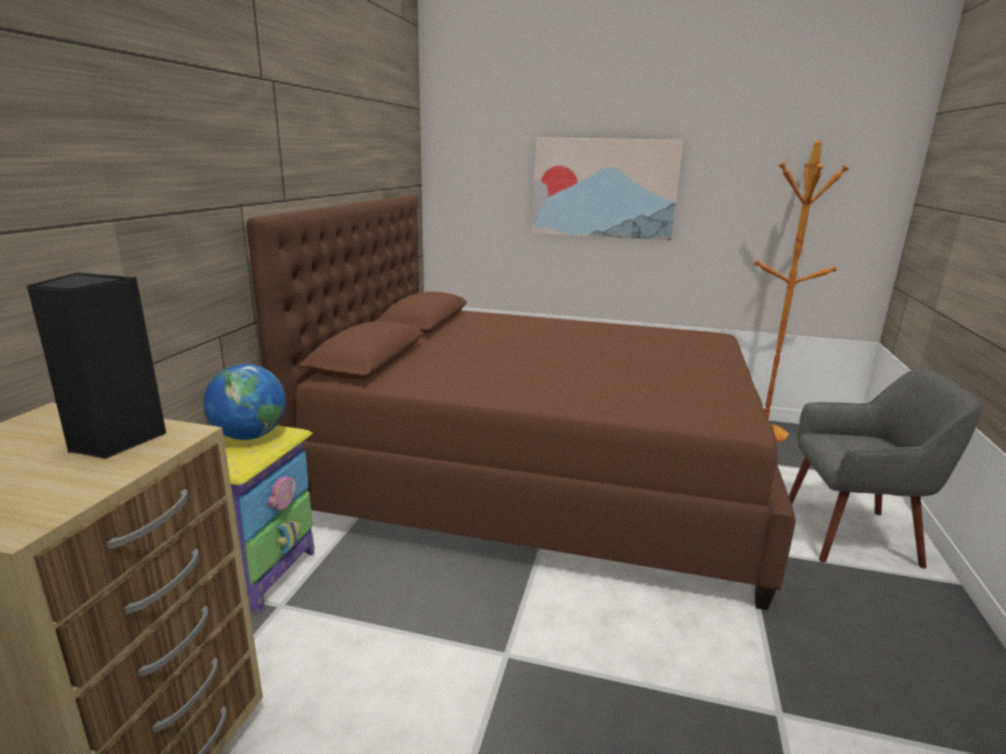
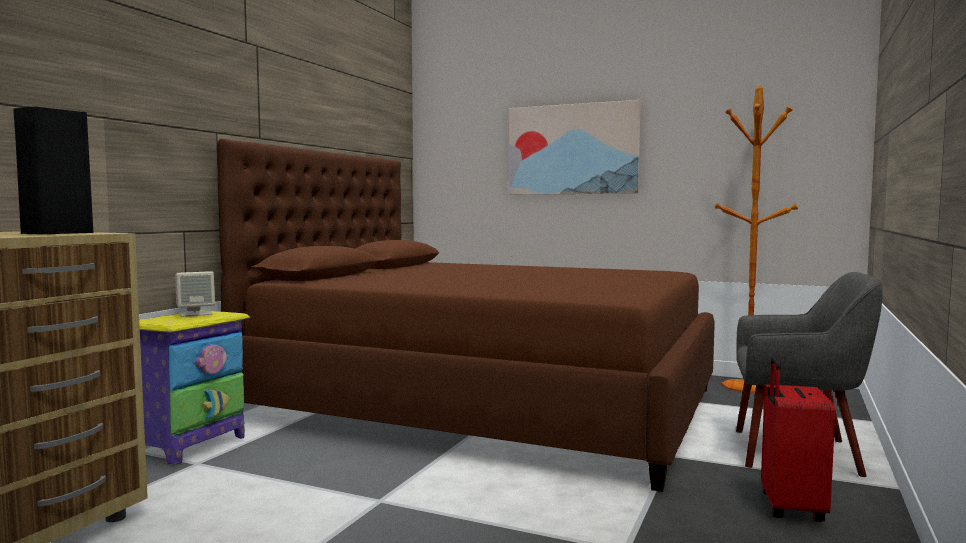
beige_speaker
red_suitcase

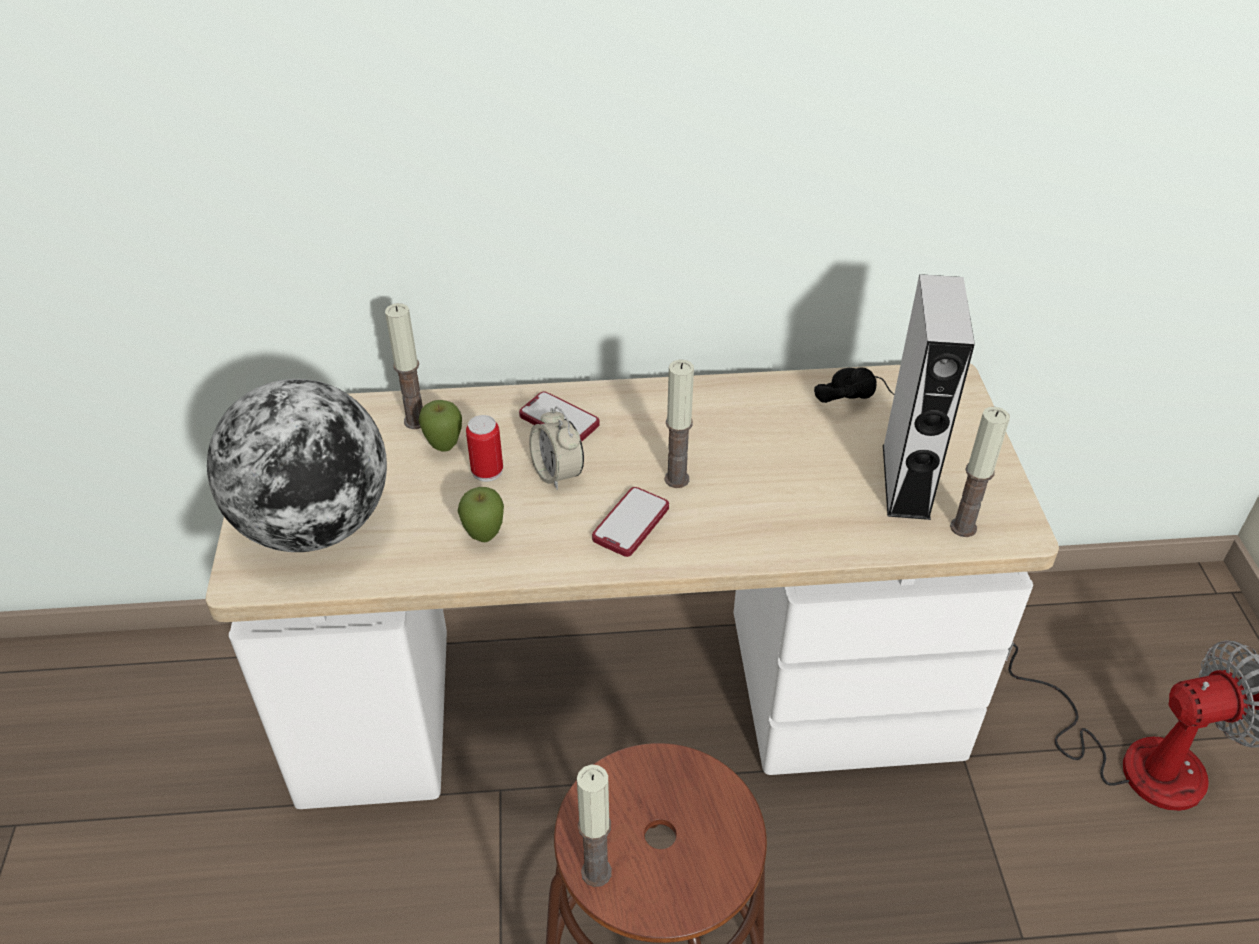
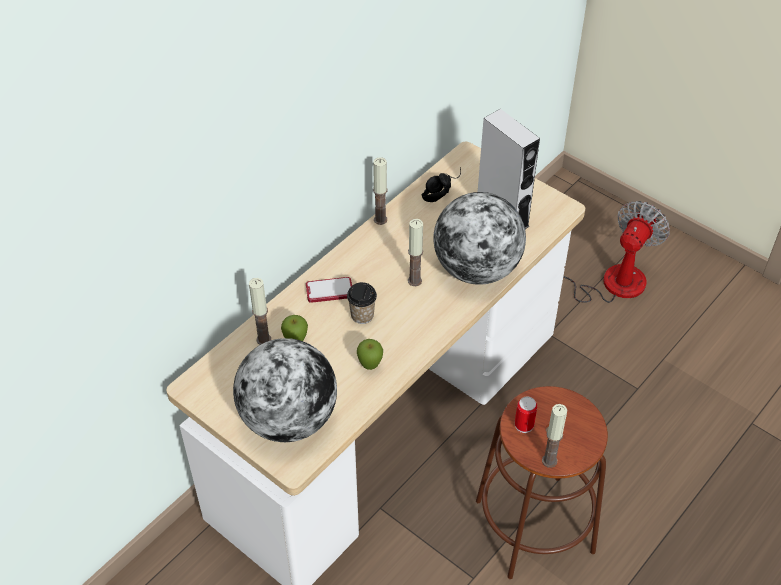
can
cup
phone (no. 2 from left in the first image)
candle (no. 2 from left)
globe (no. 2 from left)

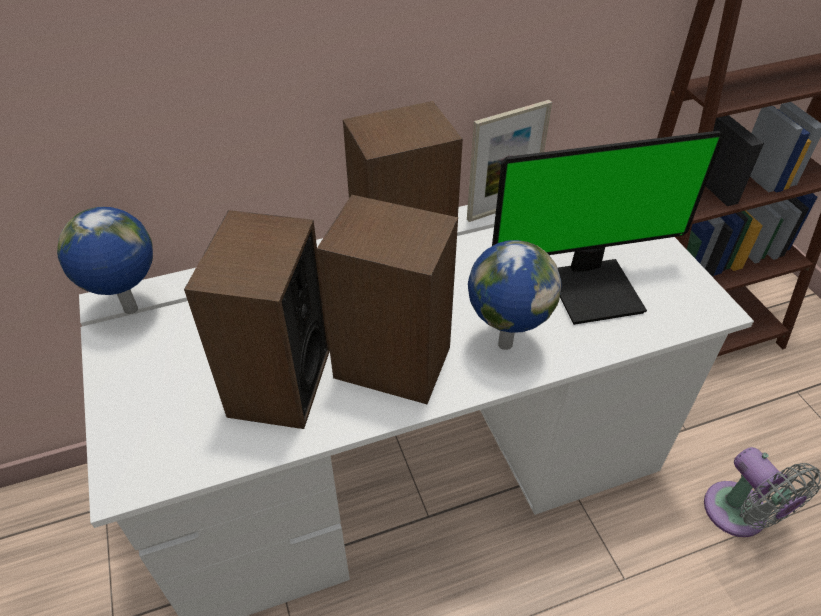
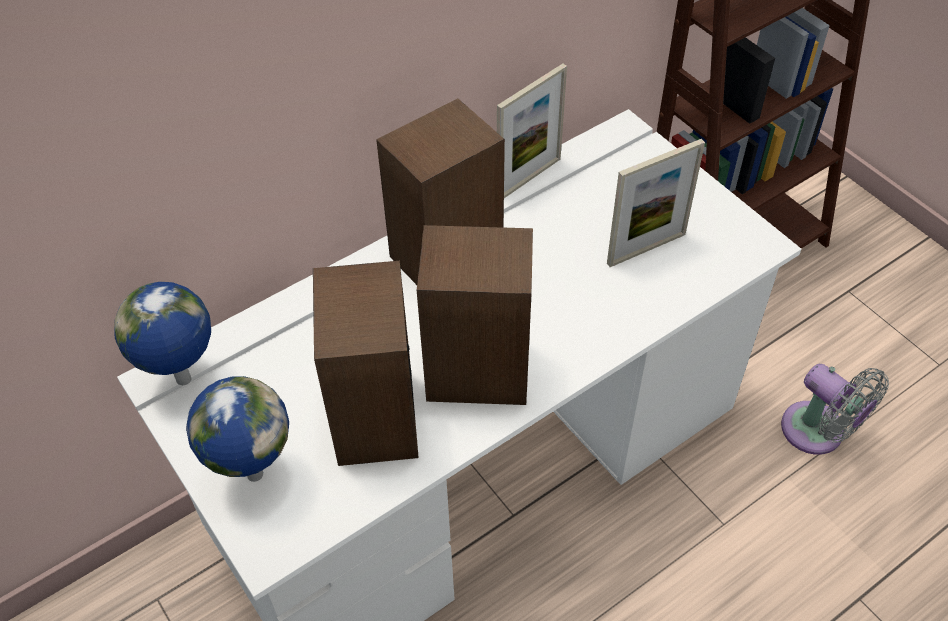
globe (no. 2 from left)
picture_frame (no. 2 from left)

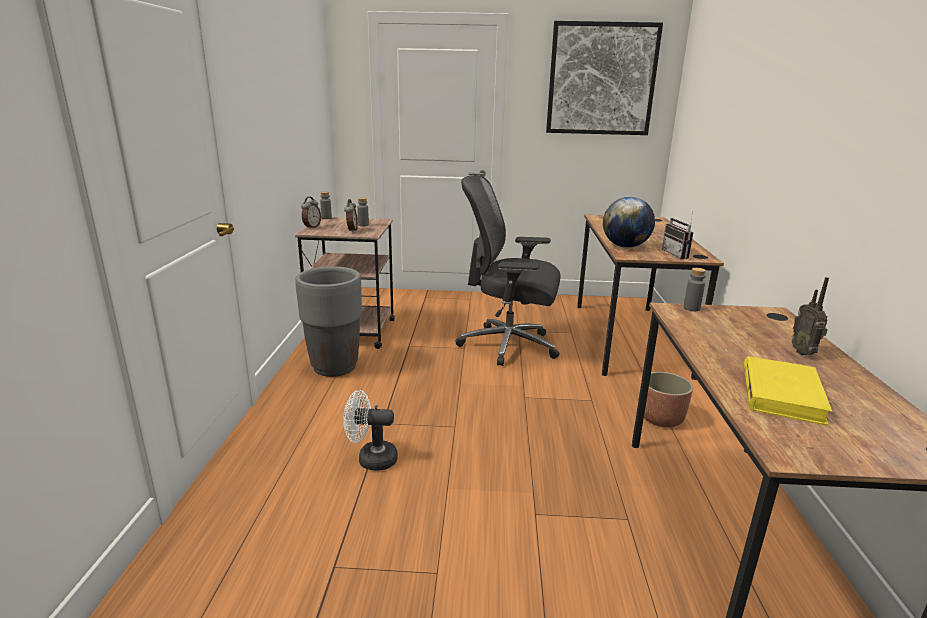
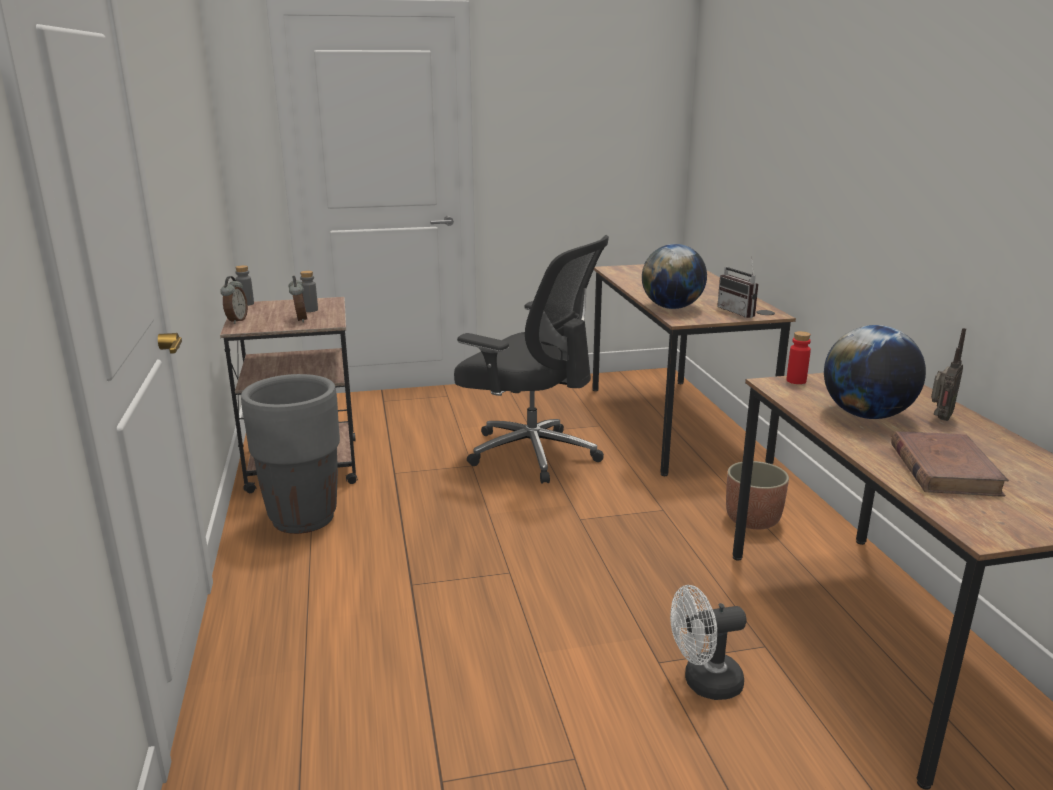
white_fan
office_chair
picture
red_bottle
brown_book
radio (no. 2 from left)
globe (no. 2 from left)

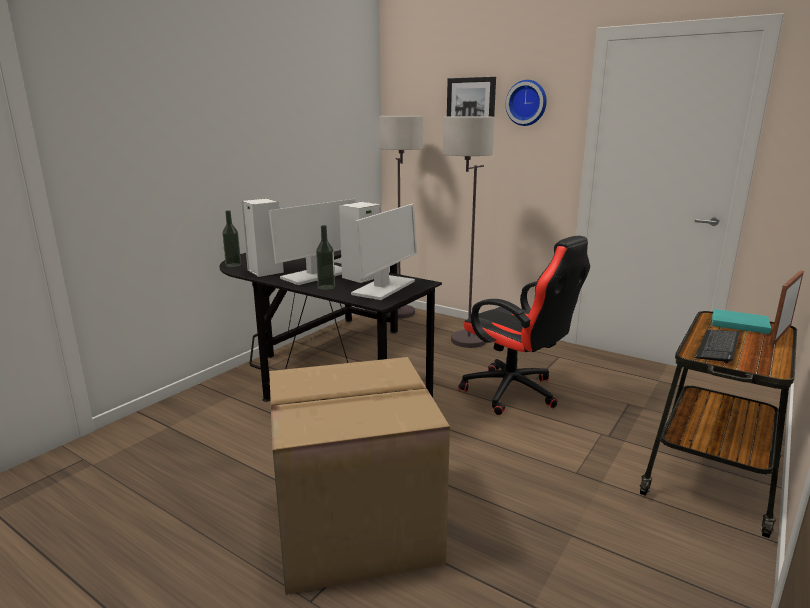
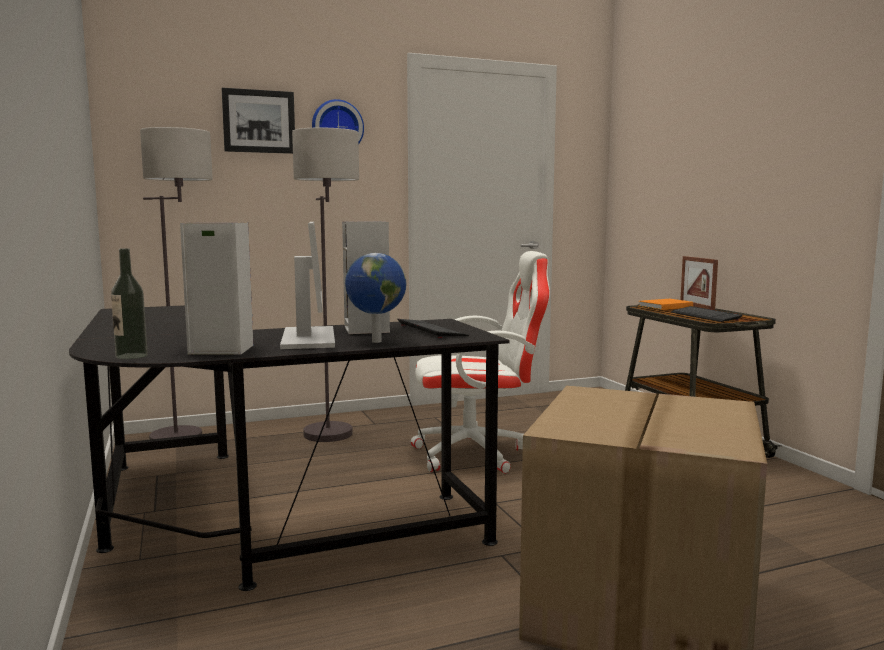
globe
keyboard (no. 1 from left)
white_office_chair
orange_book

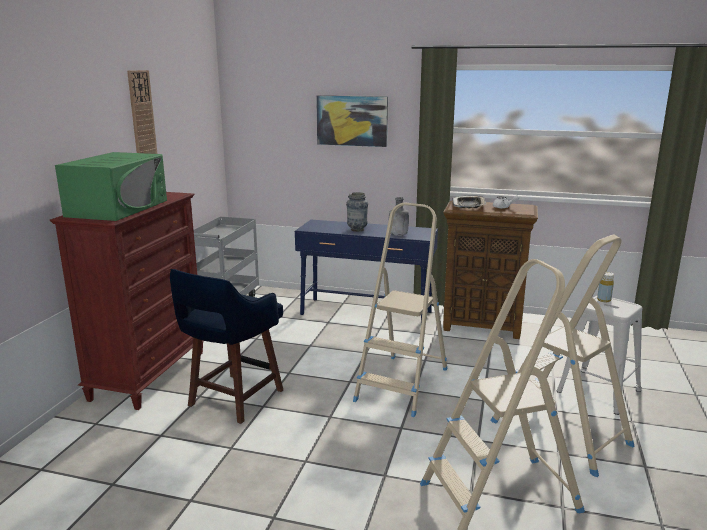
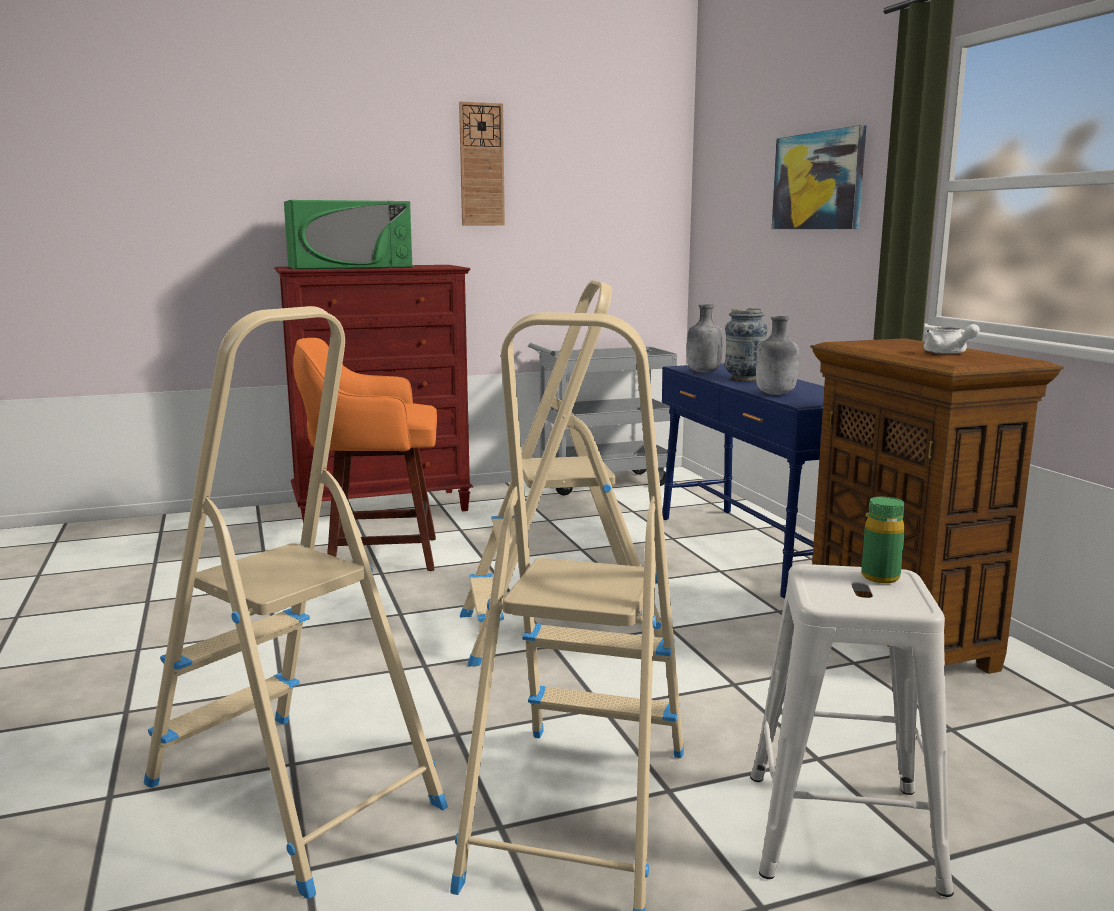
orange_stool
tray
green_bottle
grey_bottle (no. 1 from left)

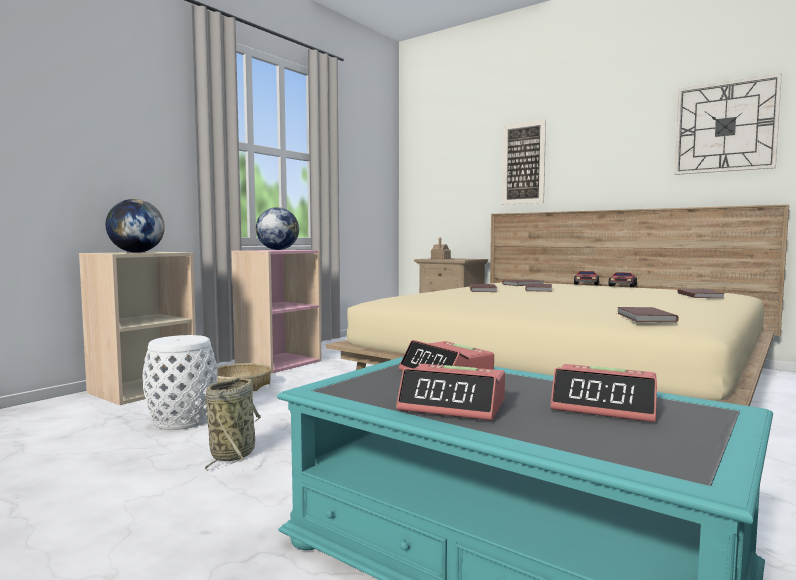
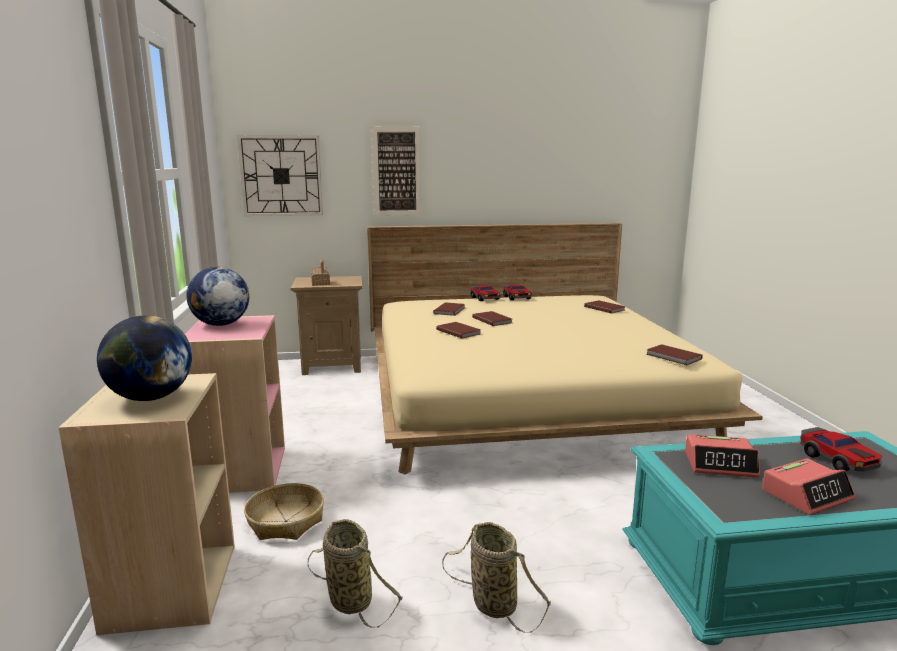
basket (no. 2 from left)
toy_car (no. 3 from left)
wall_clock

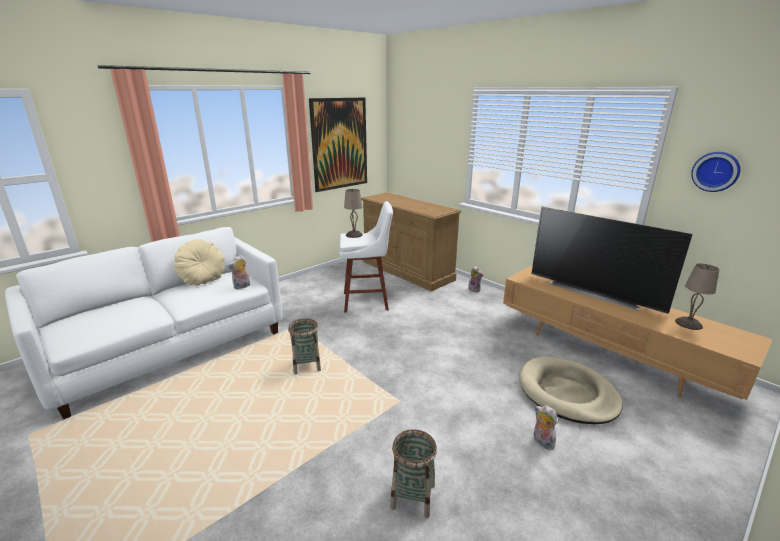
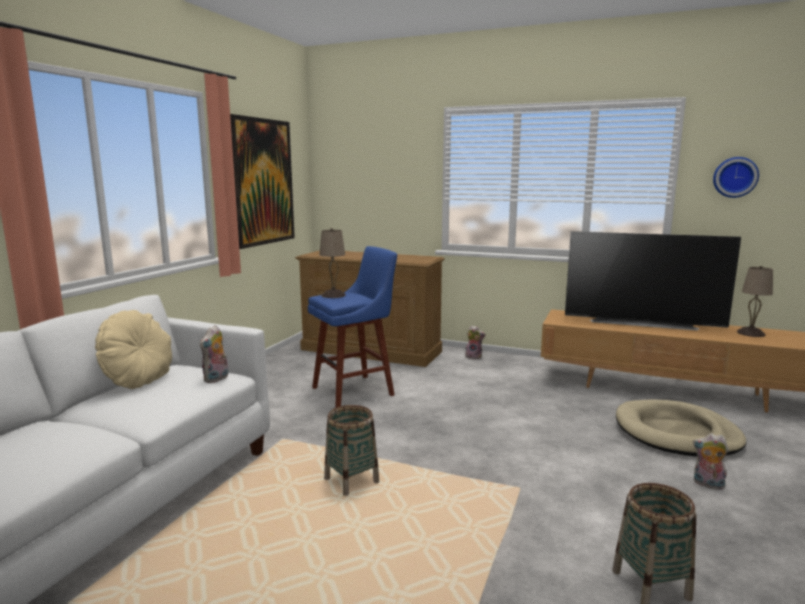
blue_stool

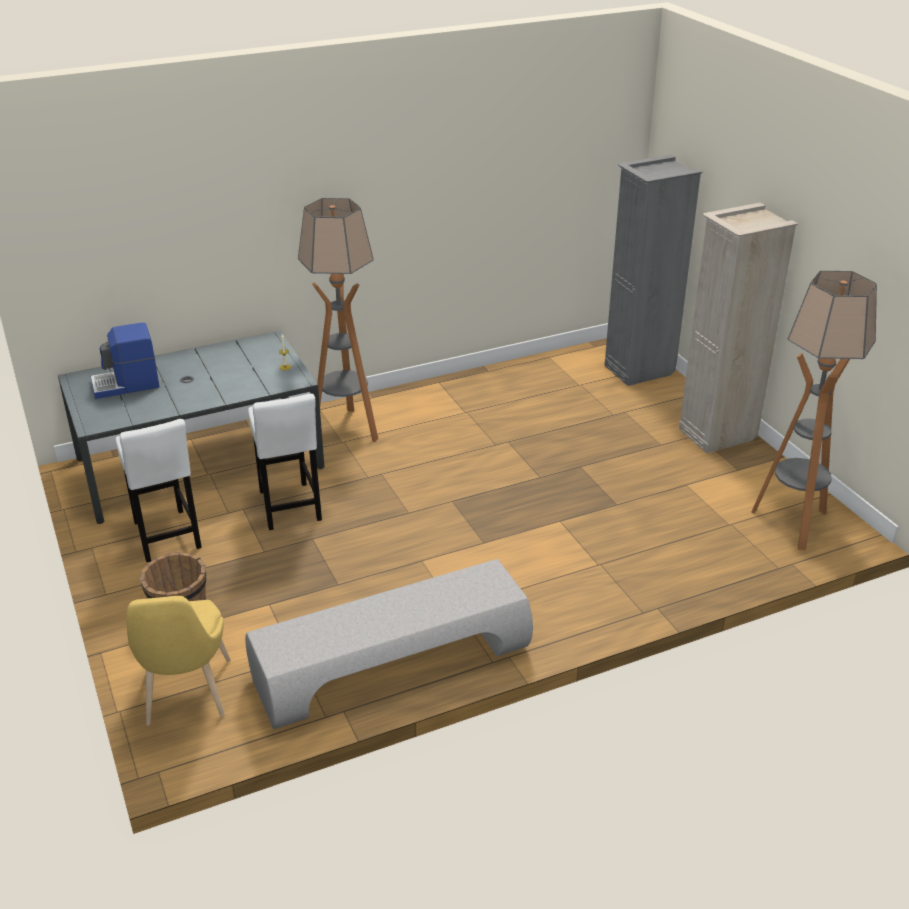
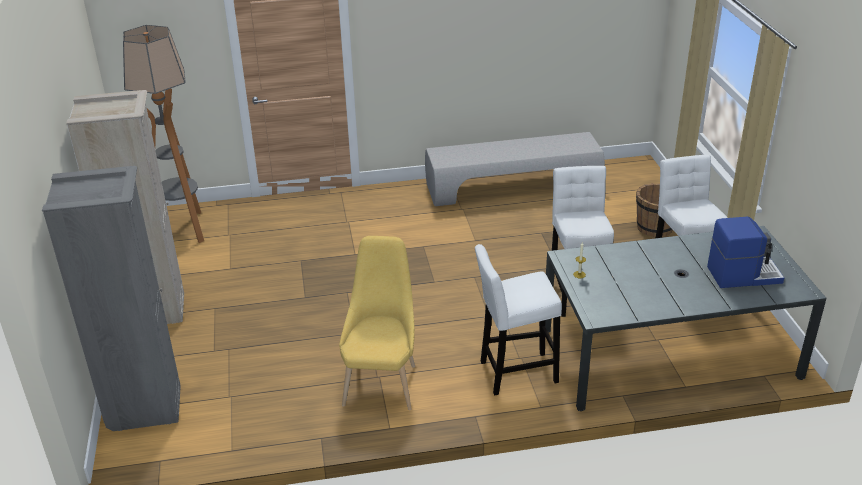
yellow_chair
white_stool (no. 1 from left)

